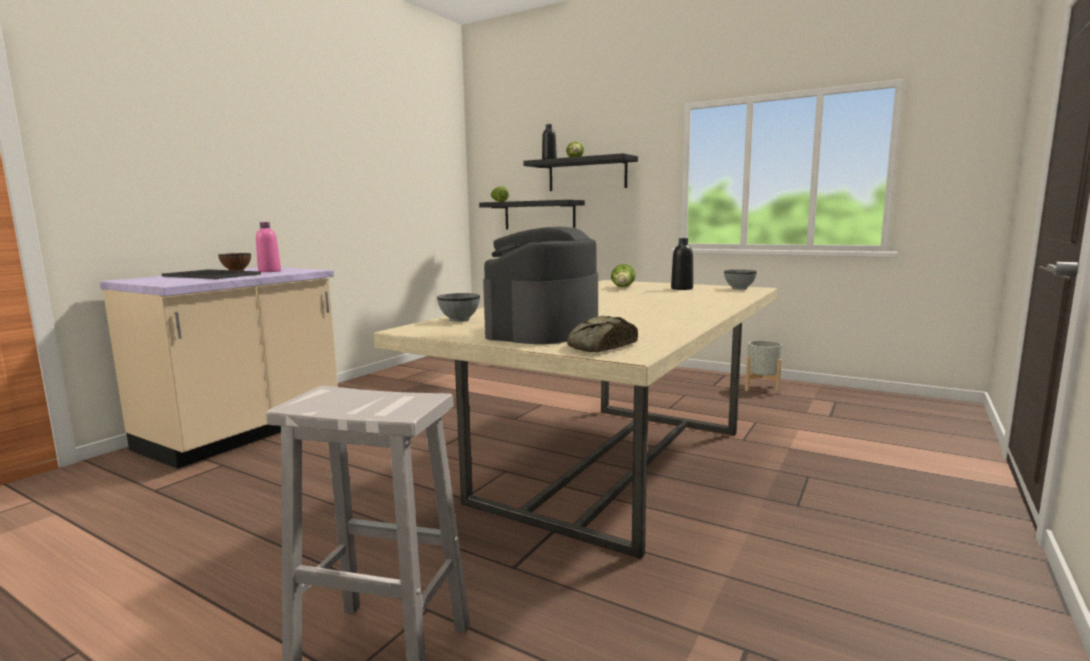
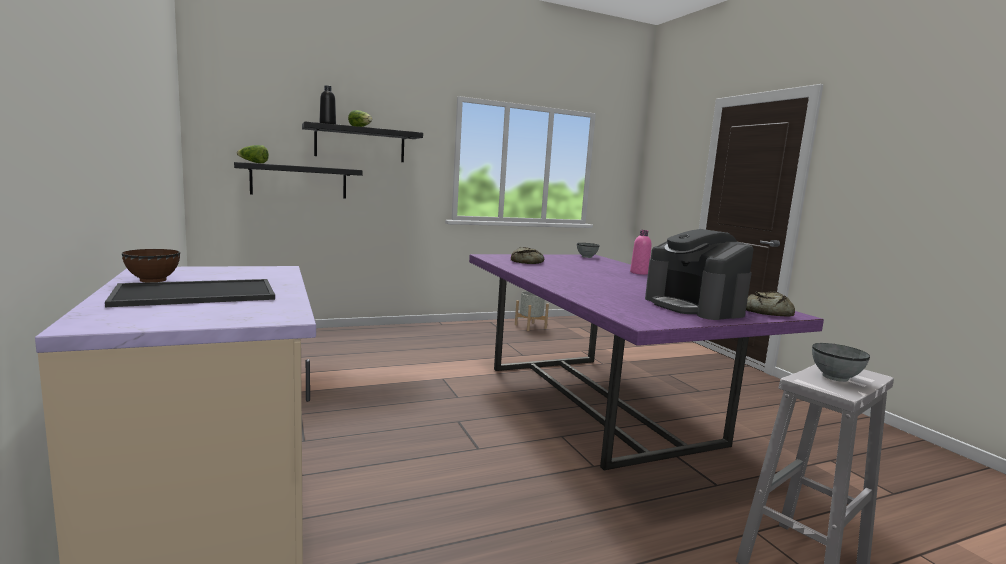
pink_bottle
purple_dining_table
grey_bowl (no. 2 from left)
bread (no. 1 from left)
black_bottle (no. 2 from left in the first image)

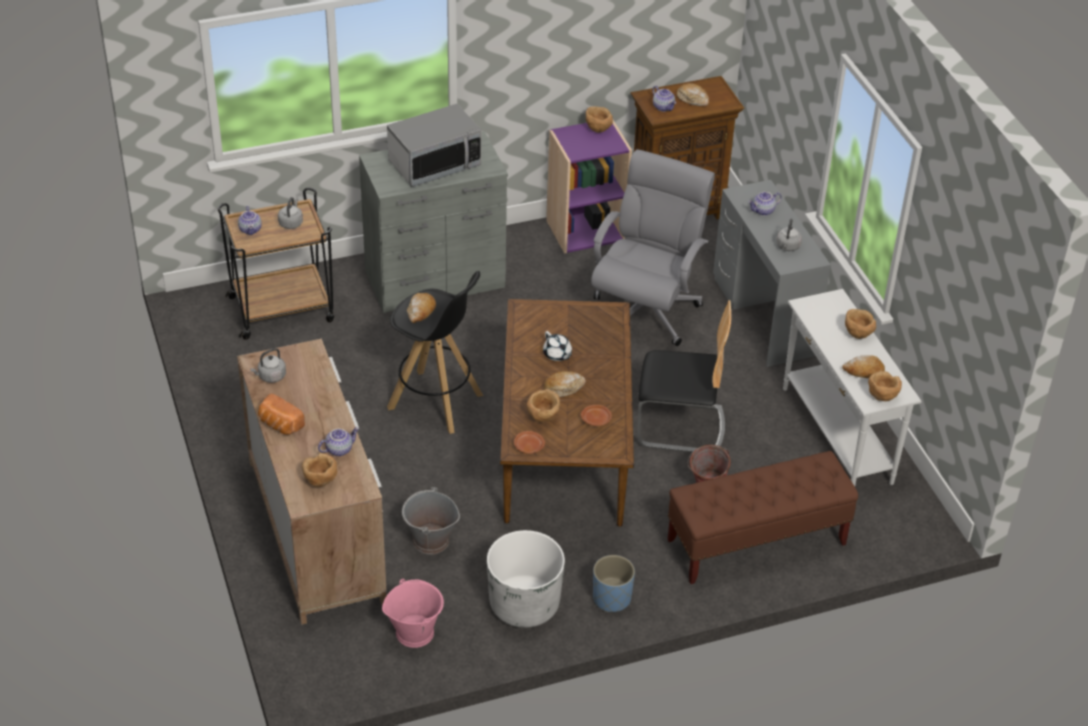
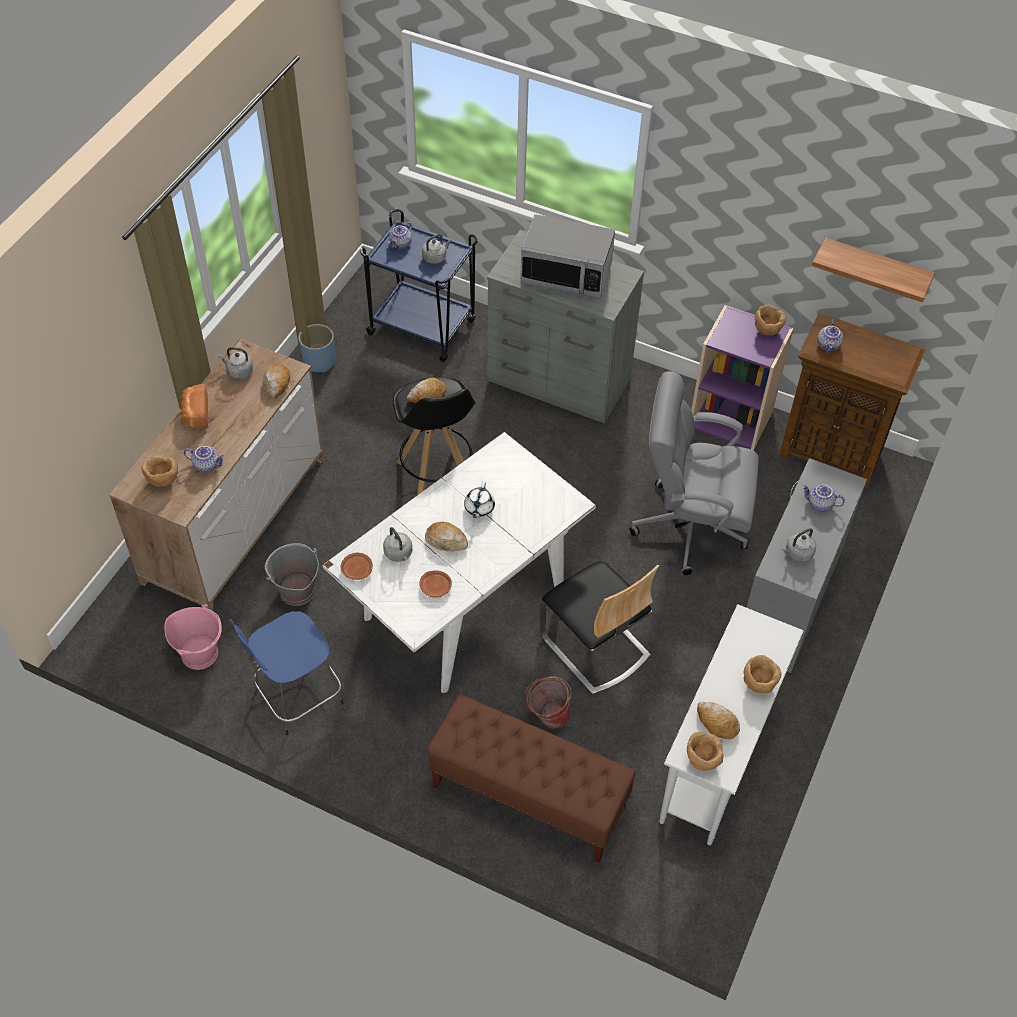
blue_cart
blue_stool
white_dining_table
grey_kettle (no. 2 from left)
grey_office_chair
blue_planter
bread (no. 2 from left)
shelf

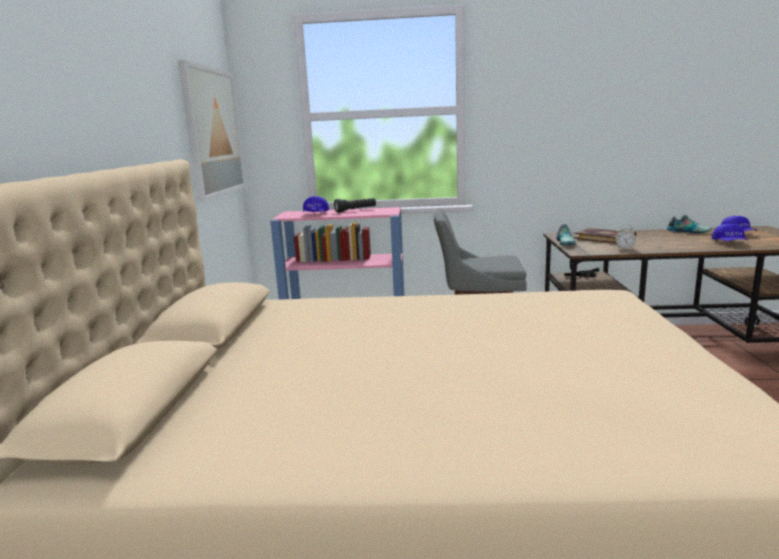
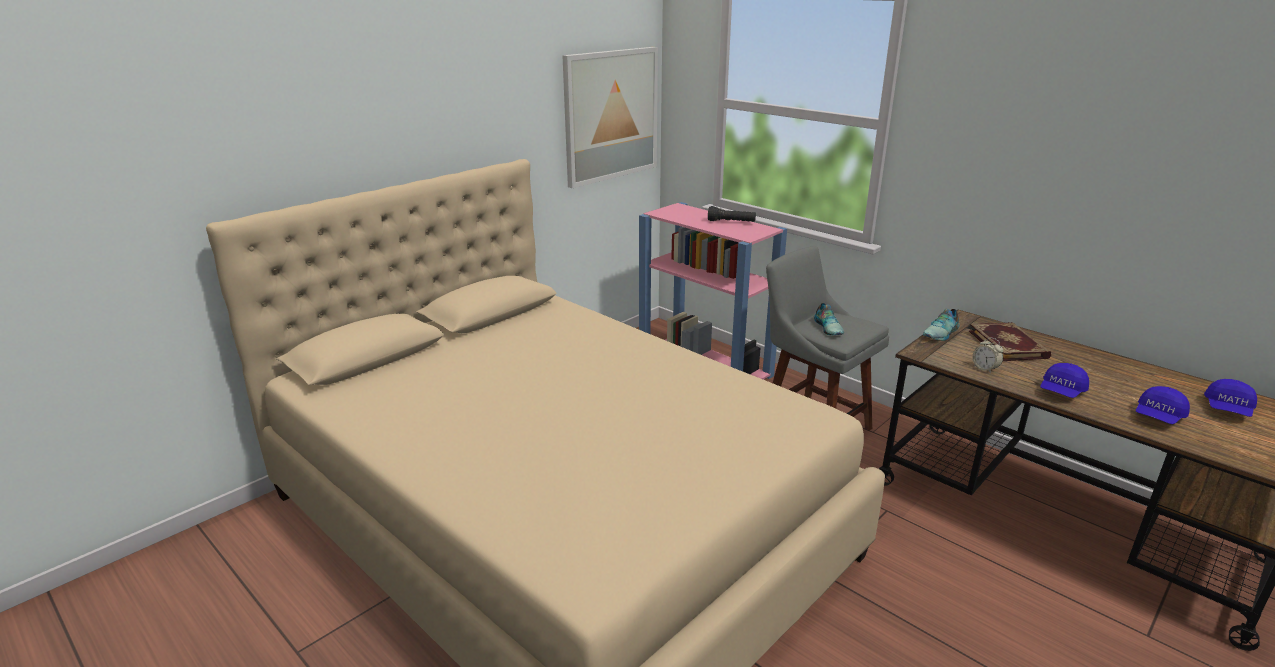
blue_cap (no. 1 from left)
shoe (no. 1 from left)

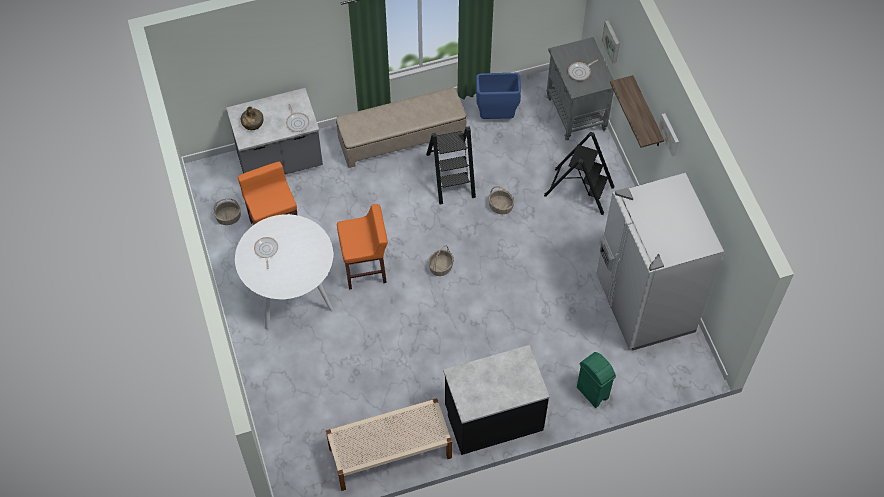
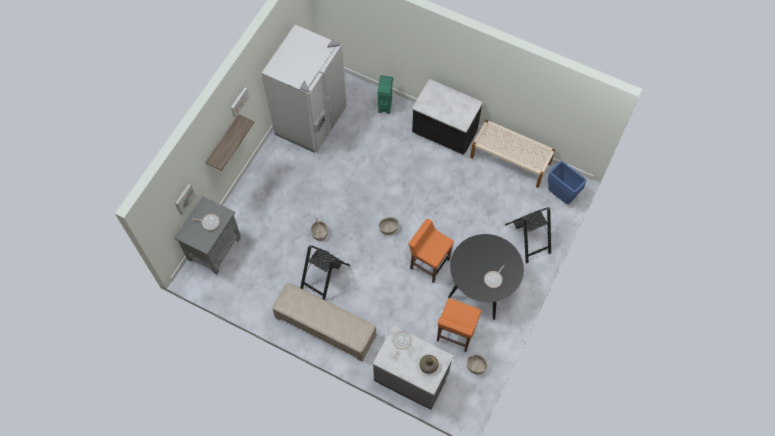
black_dining_table
blue_trash_can
black_step_ladder (no. 2 from left)

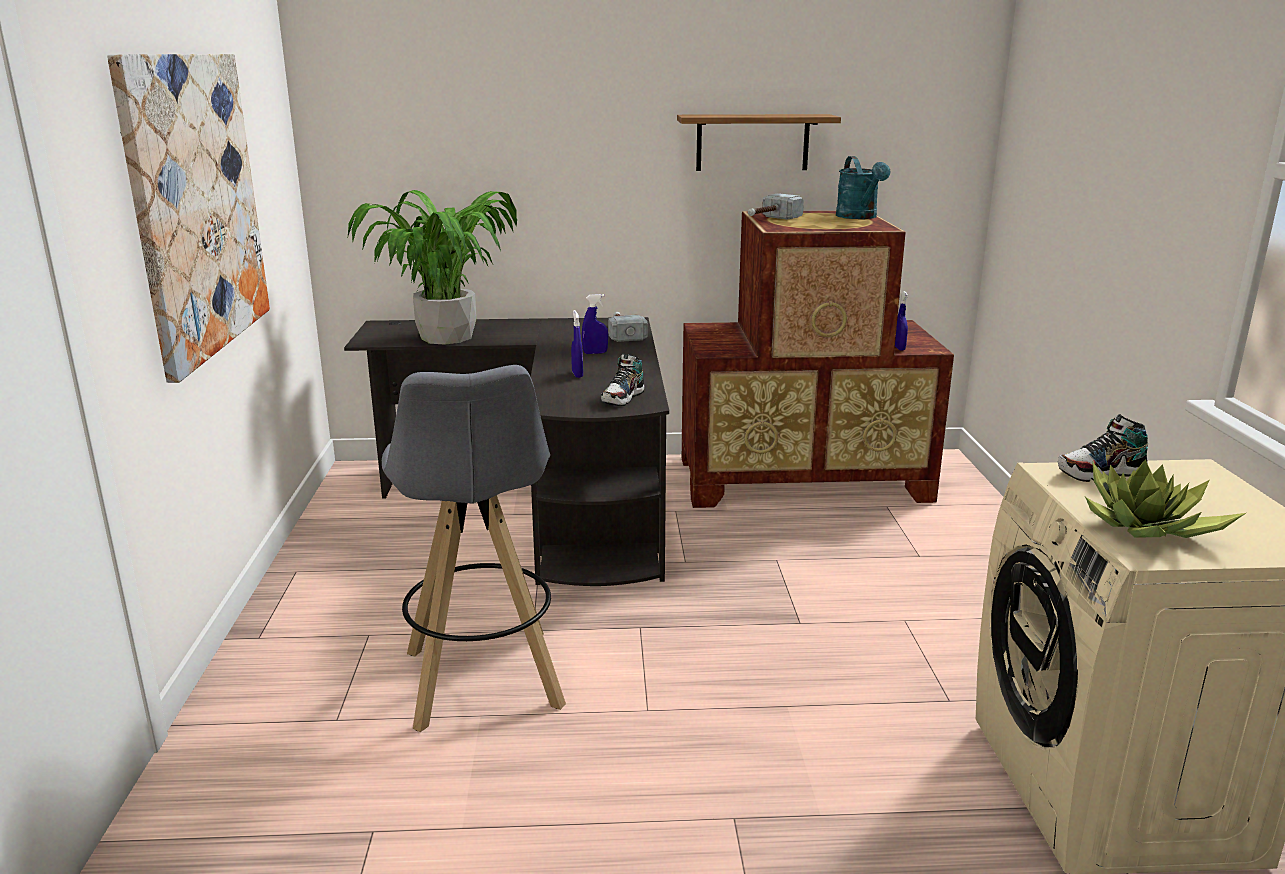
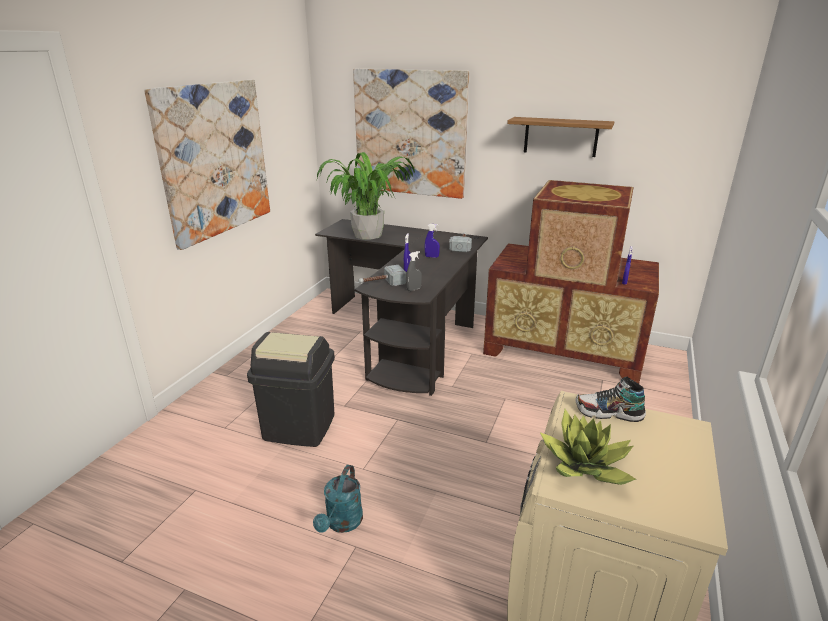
black_trash_can
grey_spray_bottle
hammer (no. 1 from left)
turquoise_watering_can
picture (no. 2 from left)

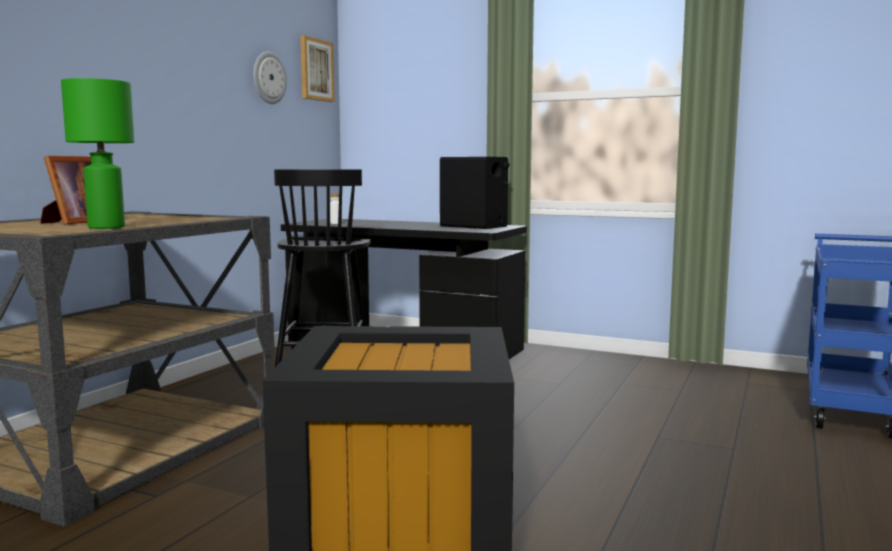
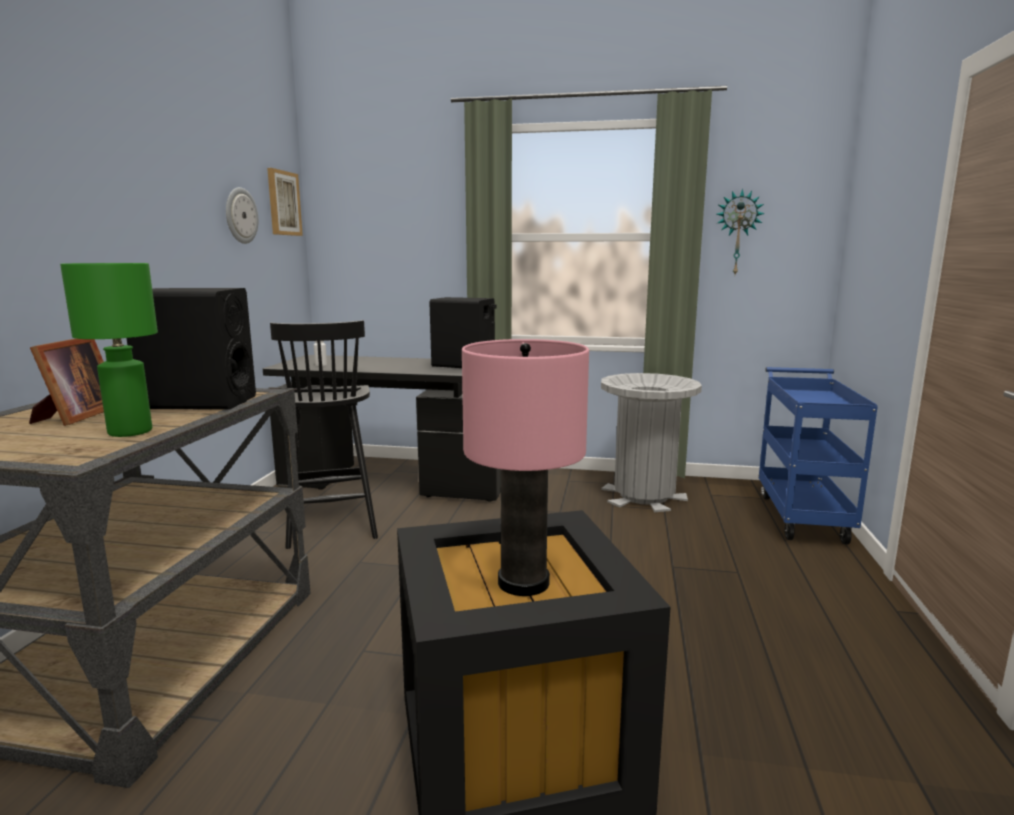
black_speaker (no. 1 from left)
pink_table_lamp
grey_trash_can
wall_clock (no. 2 from left)

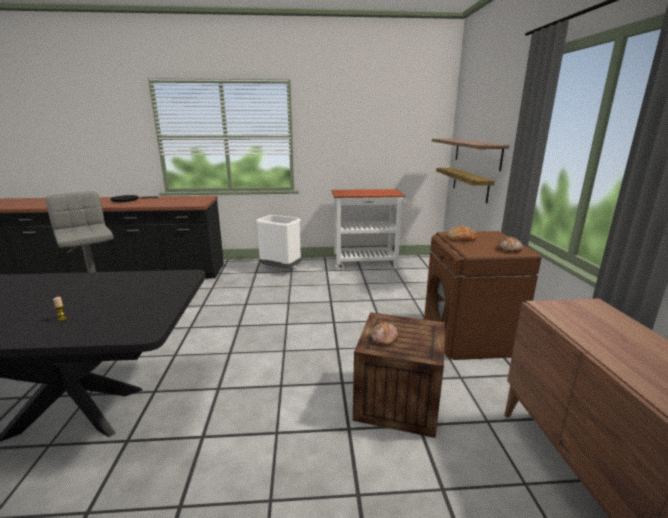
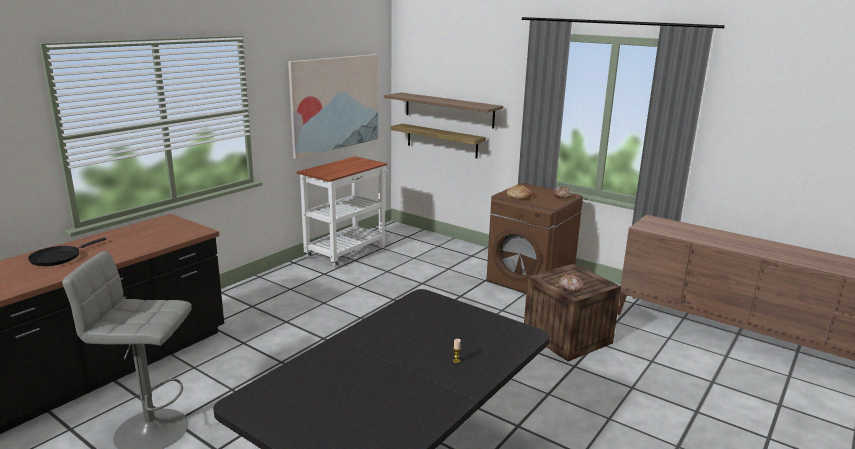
white_trash_can
picture

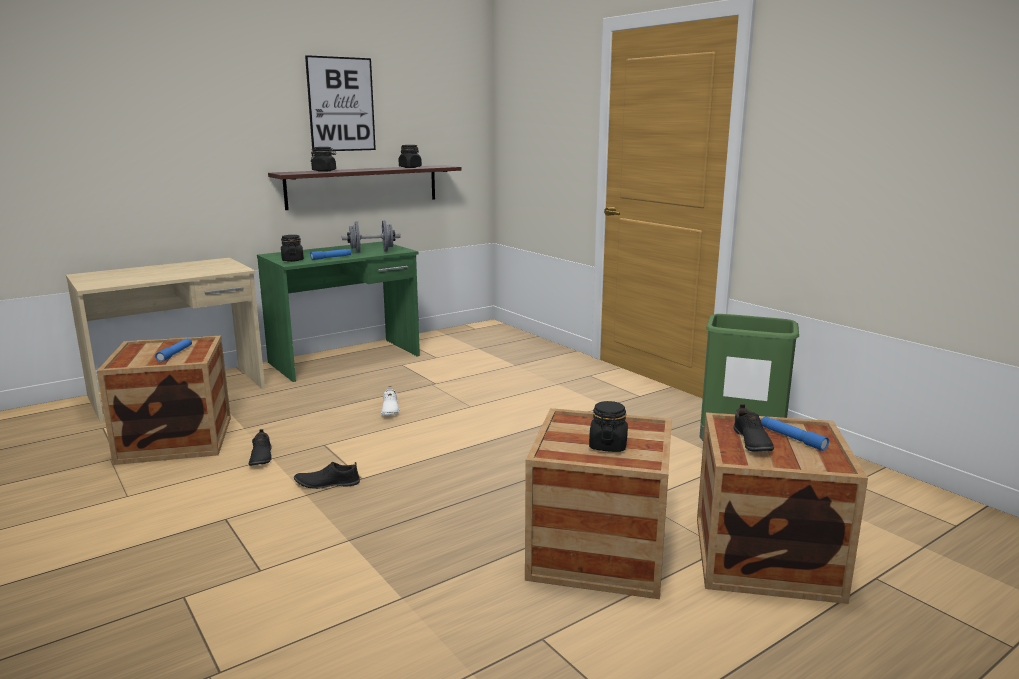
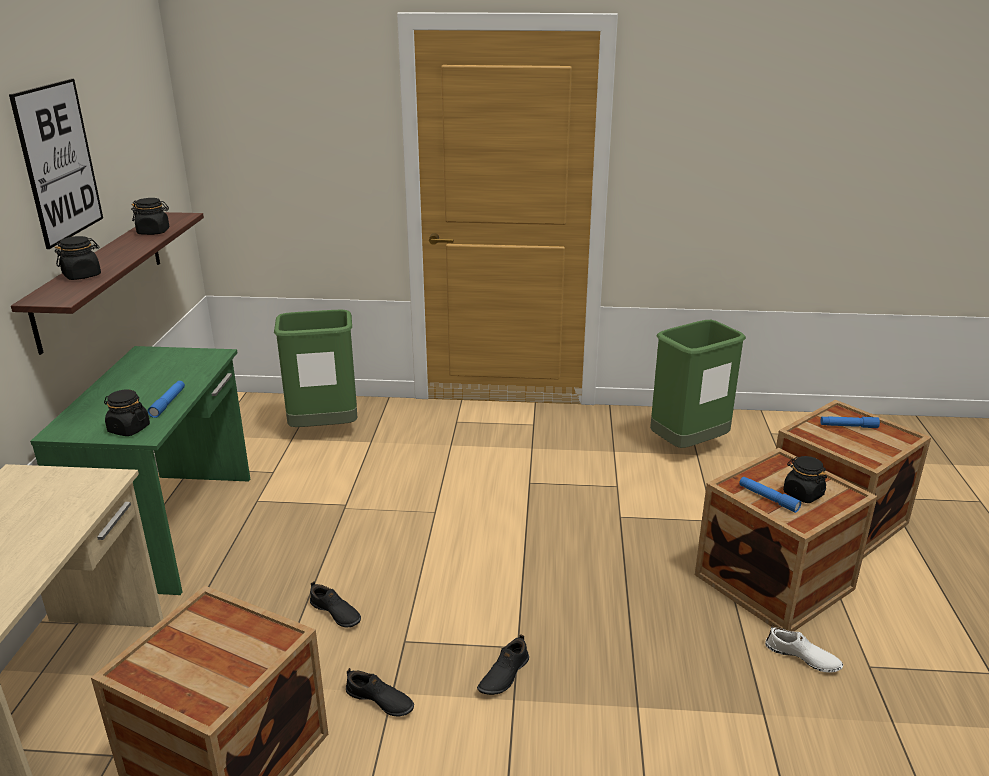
blue_flashlight (no. 2 from left)
grey_dumbbell
white_shoe
black_shoe (no. 1 from left)
green_trash_can (no. 1 from left)

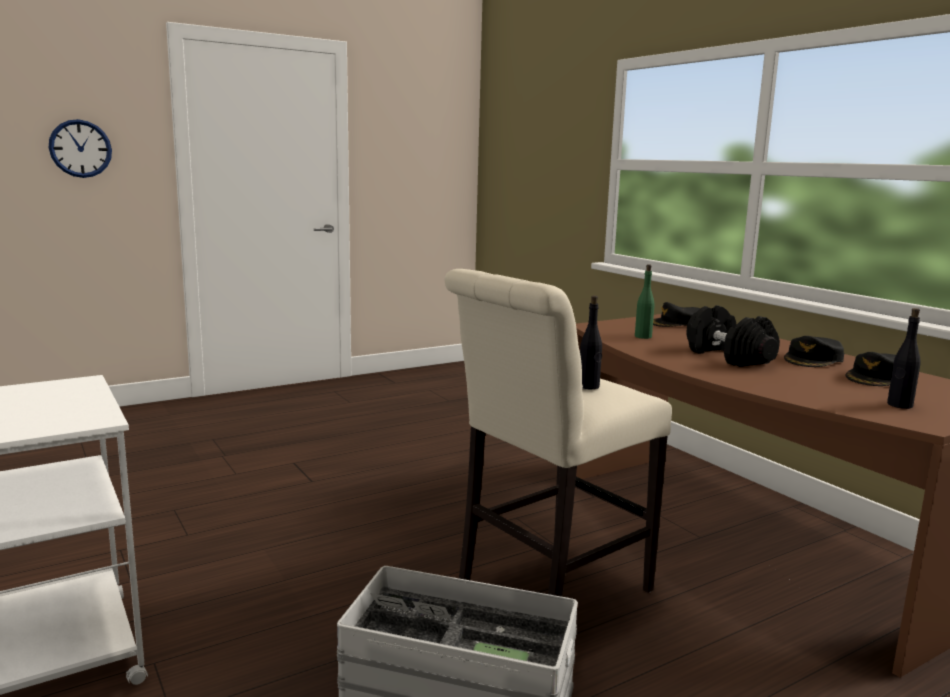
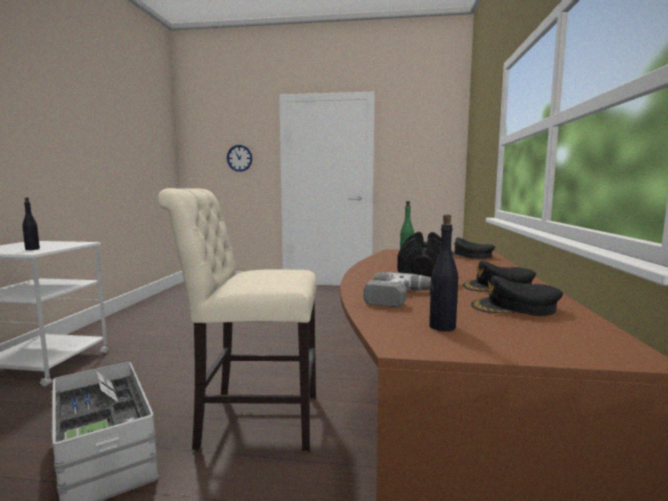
black_bottle (no. 1 from left)
power_drill

